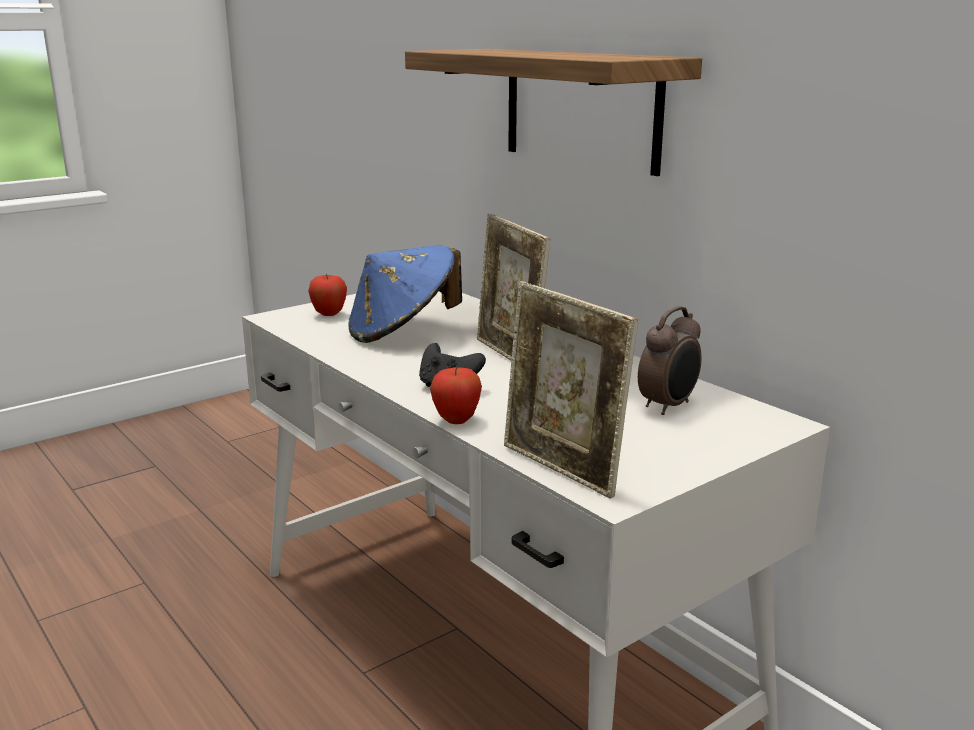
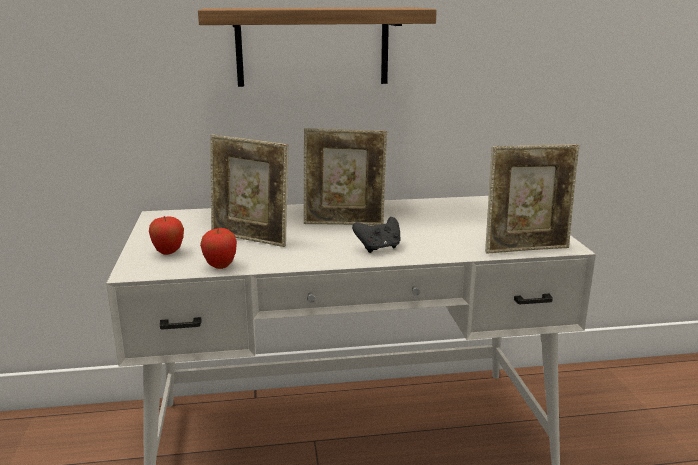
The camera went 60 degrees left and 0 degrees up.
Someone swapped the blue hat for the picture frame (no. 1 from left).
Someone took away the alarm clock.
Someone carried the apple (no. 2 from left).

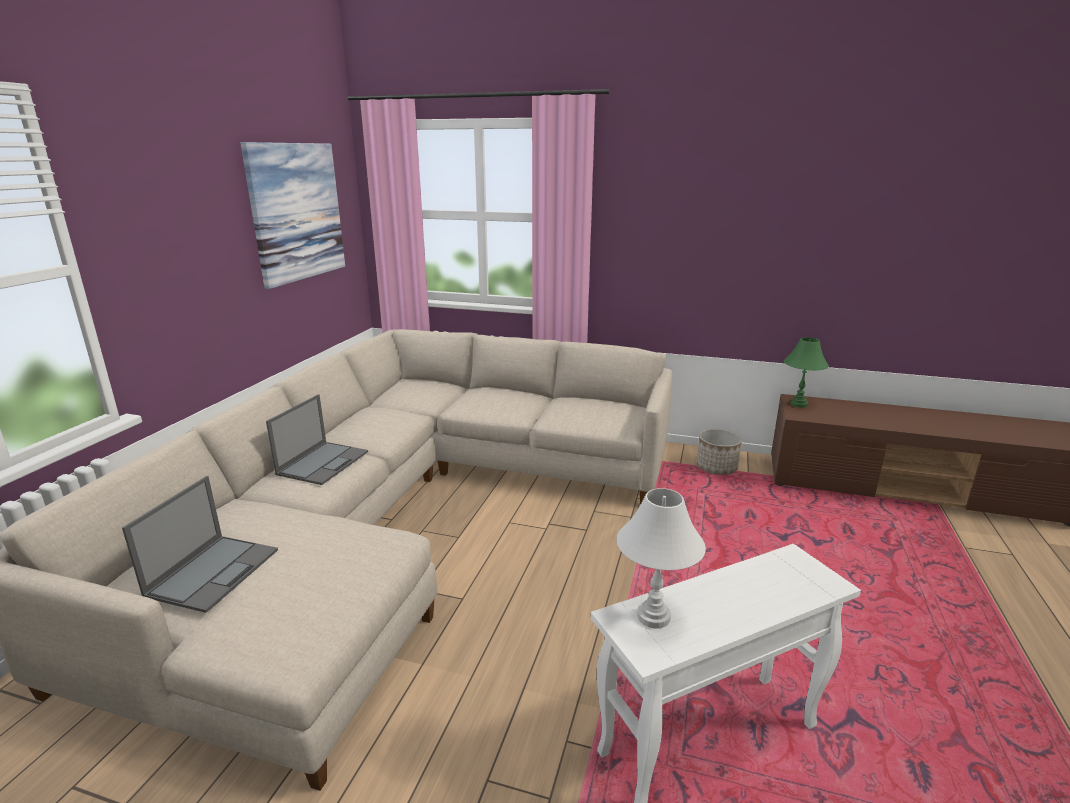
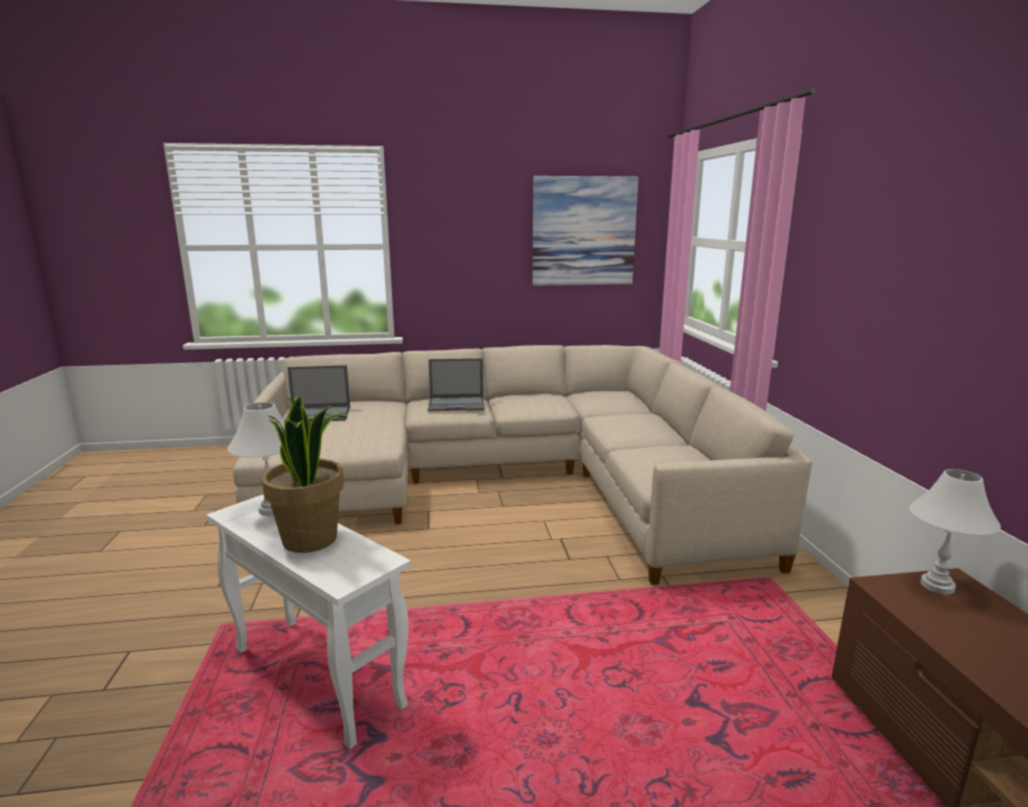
The camera went 65 degrees right and 5 degrees down.
Someone repainted the green table lamp, which became the white table lamp (no. 2 from left).
Someone took away the planter.
Someone put down the potted plant.

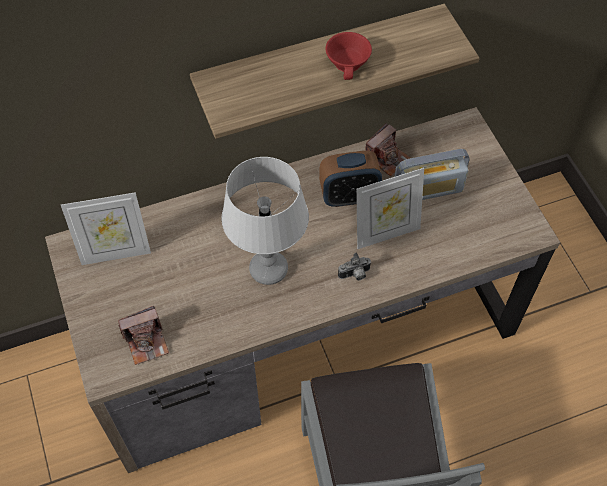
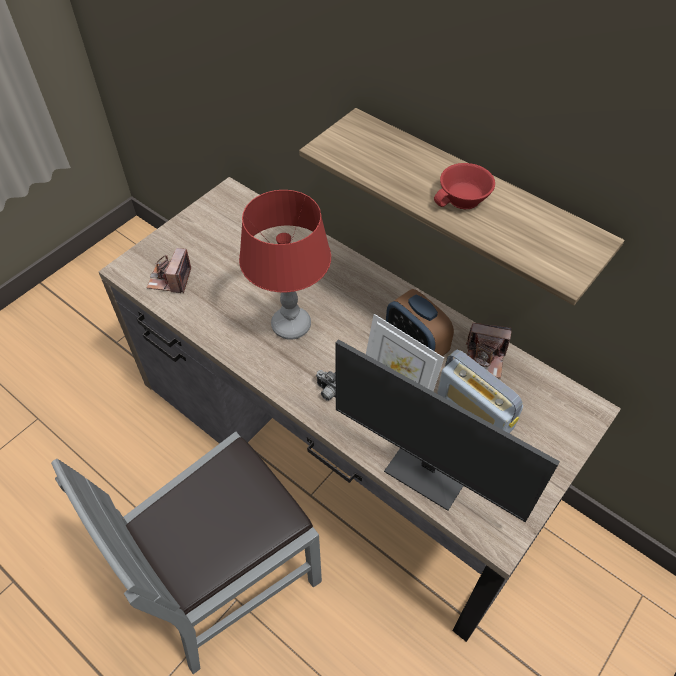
The camera went 60 degrees right and 5 degrees down.
Someone repainted the grey table lamp, which became the red table lamp.
Someone took away the picture frame (no. 1 from left).
Someone rotated the photo camera (no. 1 from left) by 60 degrees clockwise.
Someone put down the monitor.

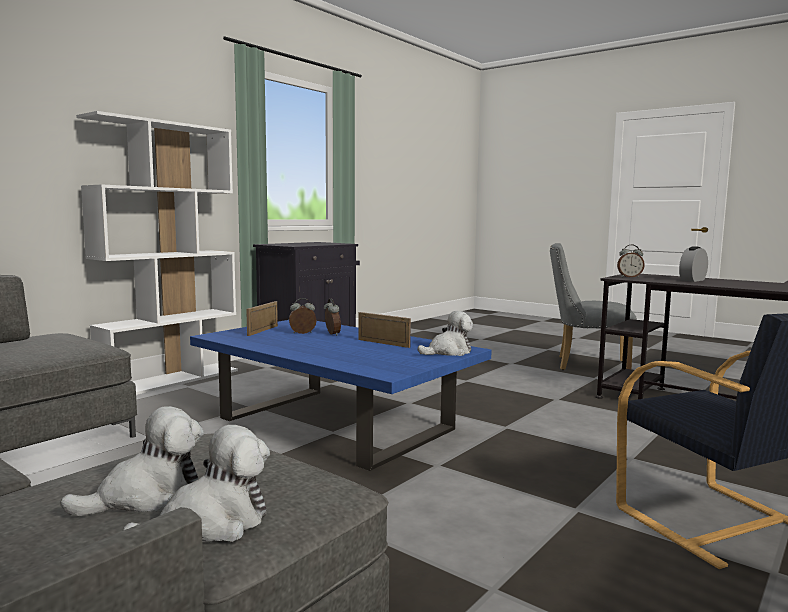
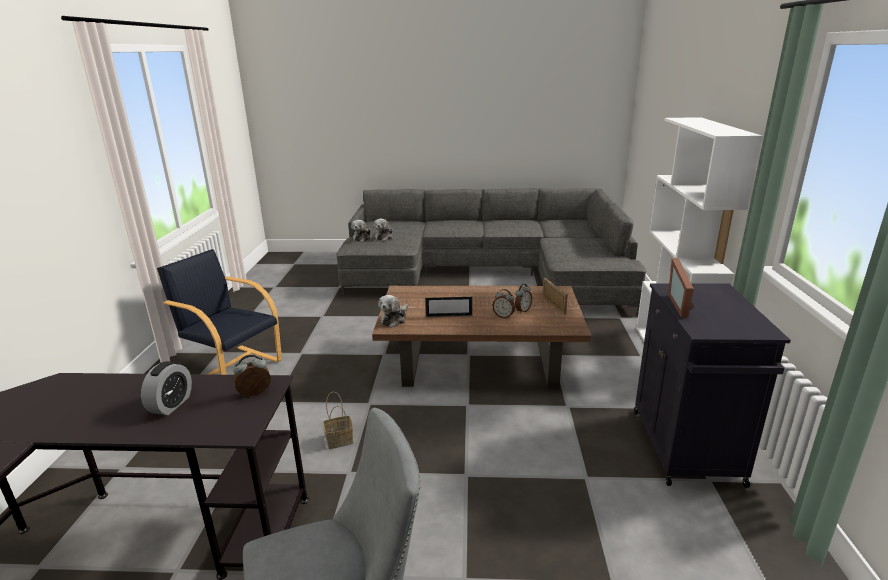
The camera went 145 degrees right and 15 degrees up.
Someone repainted the blue coffee table, which became the brown coffee table.
Someone put down the picture frame (no. 3 from left).
Someone put down the basket.

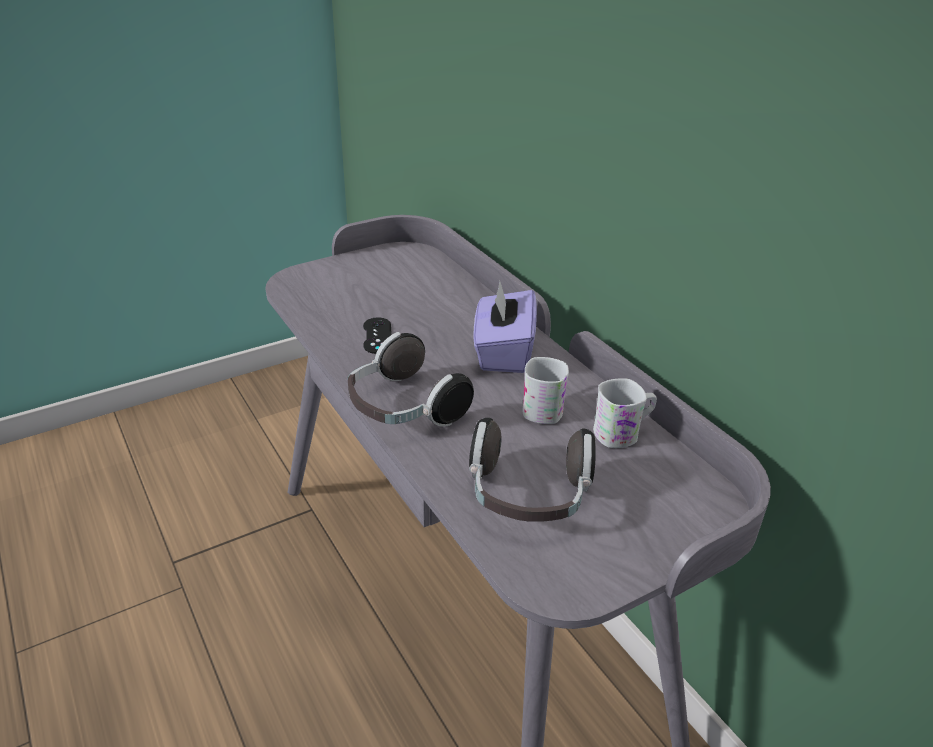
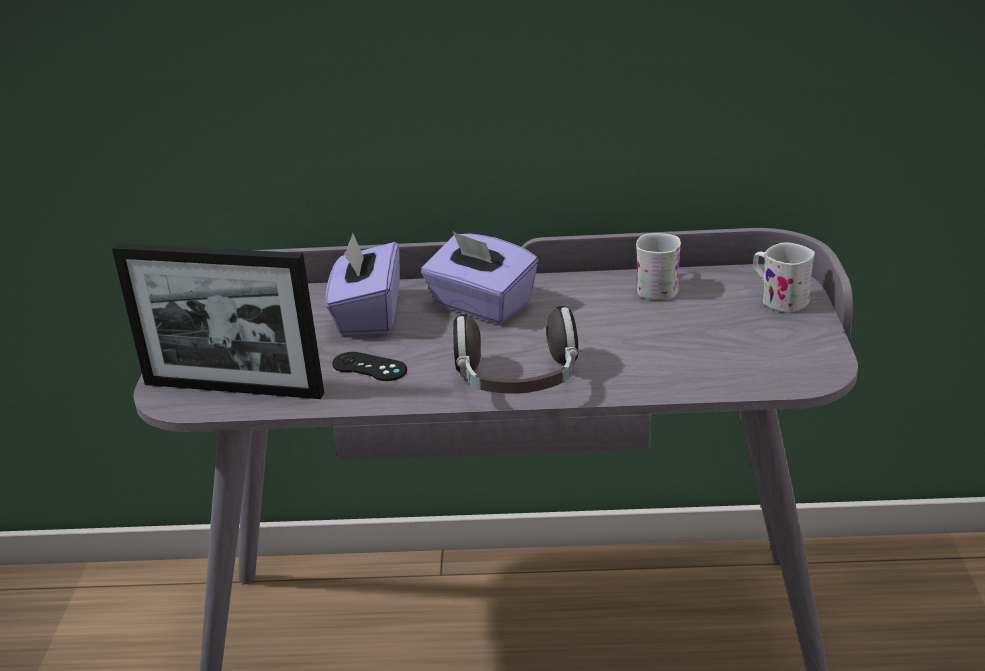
The camera went 55 degrees left and 5 degrees down.
Someone carried the white mug (no. 1 from left in the first image).
Someone took away the headphones (no. 2 from left).
Someone put down the purple tissue box (no. 1 from left).
Someone put down the picture frame.

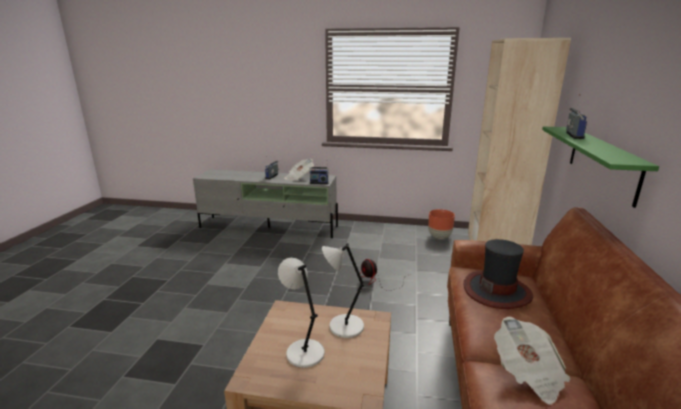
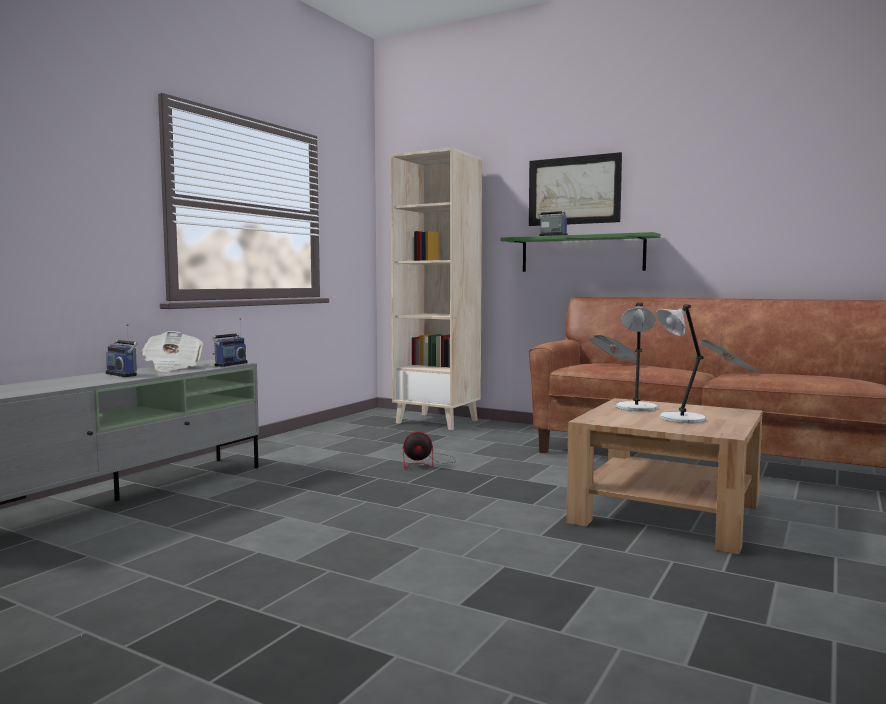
The camera went 70 degrees left and 15 degrees down.
Someone took away the brown planter.
Someone swapped the hat for the newspaper (no. 2 from left).
Someone put up the picture.

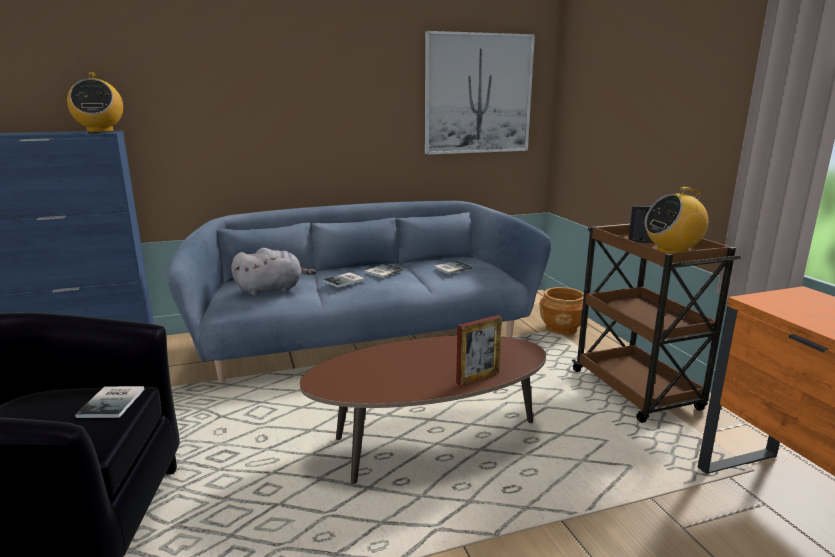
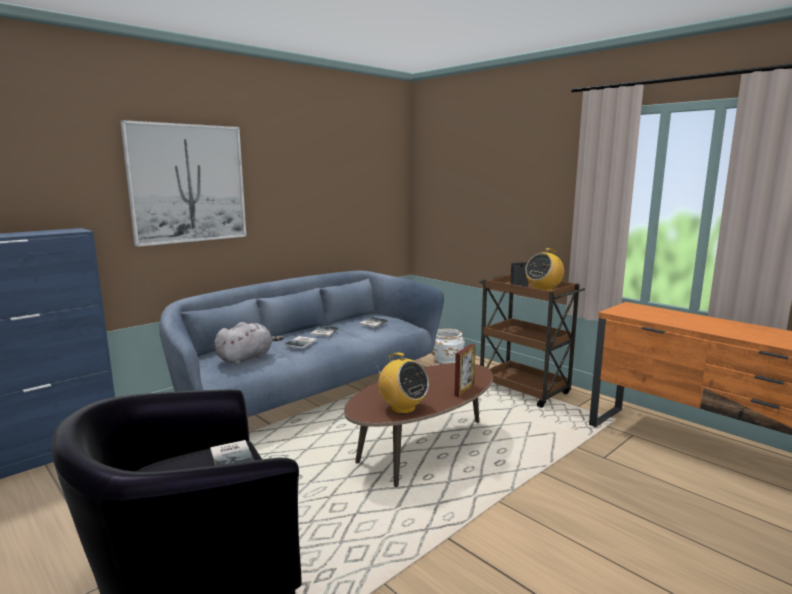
The camera went 25 degrees left and 5 degrees down.
Someone carried the picture.
Someone carried the radio (no. 1 from left).
Someone repainted the brown planter, which became the white planter.

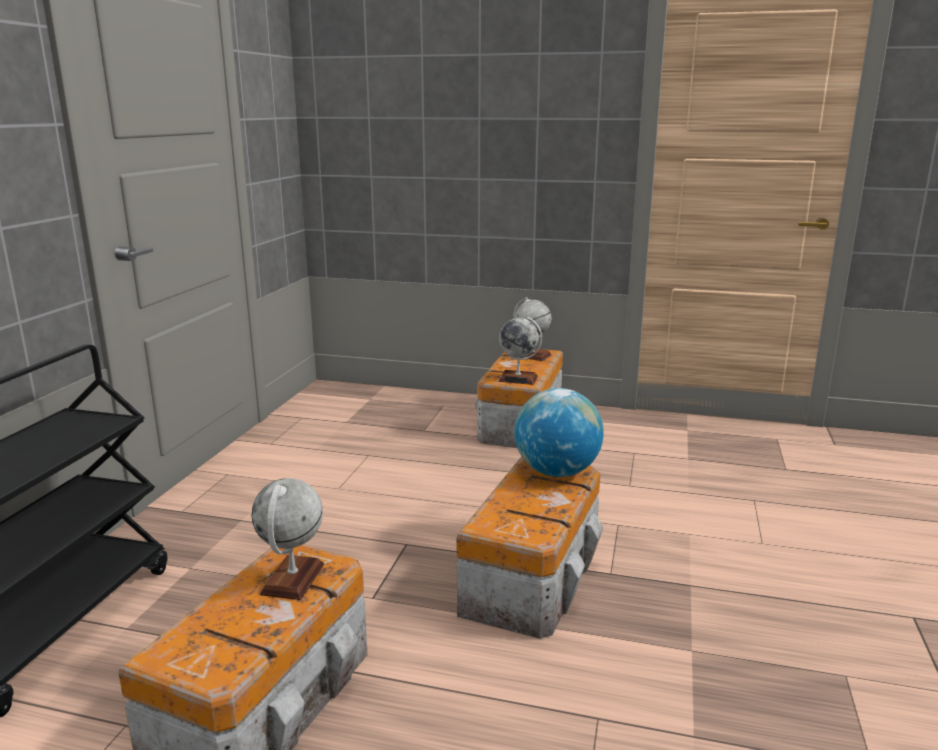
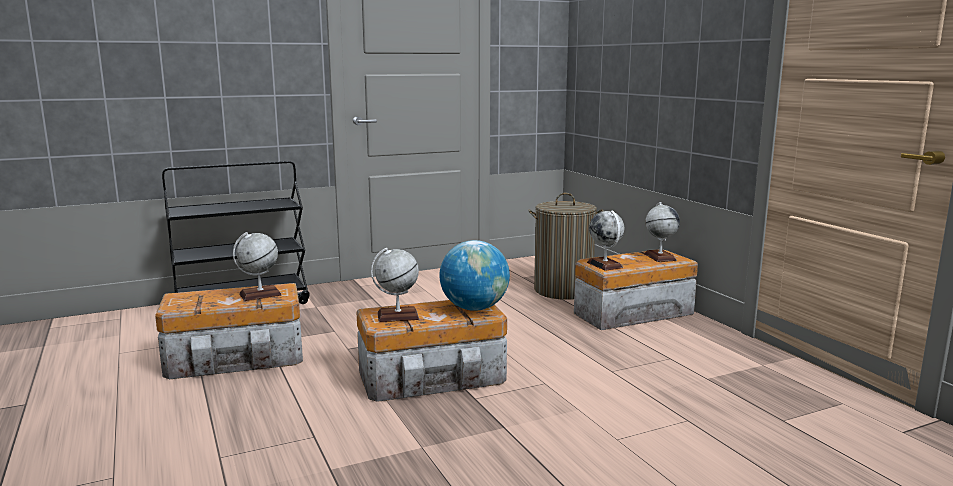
The camera went 50 degrees right and 5 degrees down.
Someone put down the laundry basket.
Someone put down the globe (no. 2 from left).

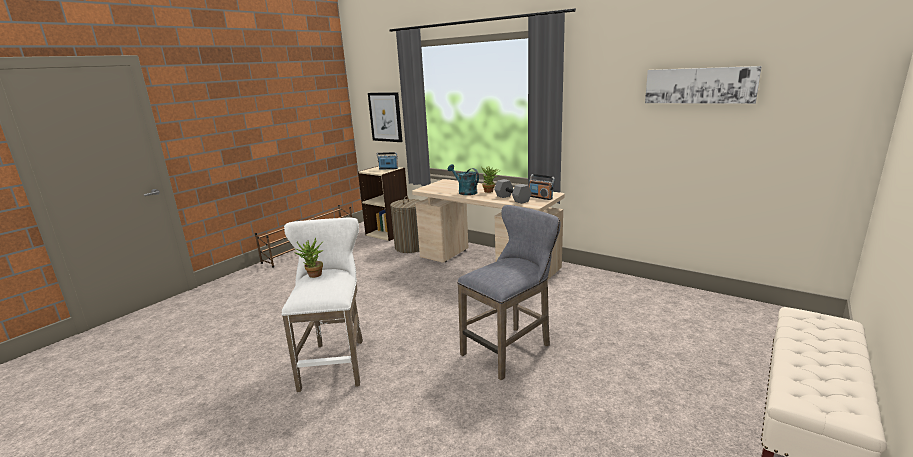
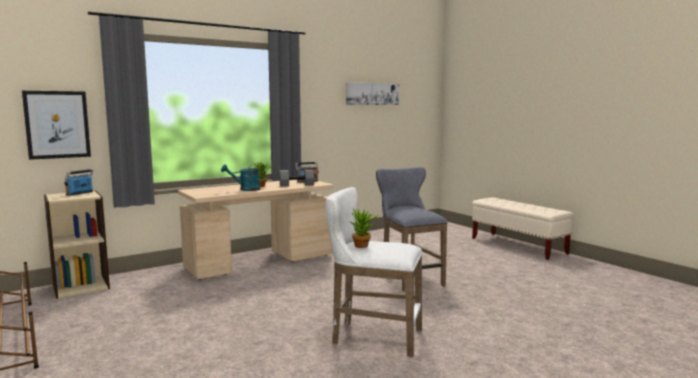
The camera went 70 degrees left and 10 degrees down.
Someone took away the laundry basket.

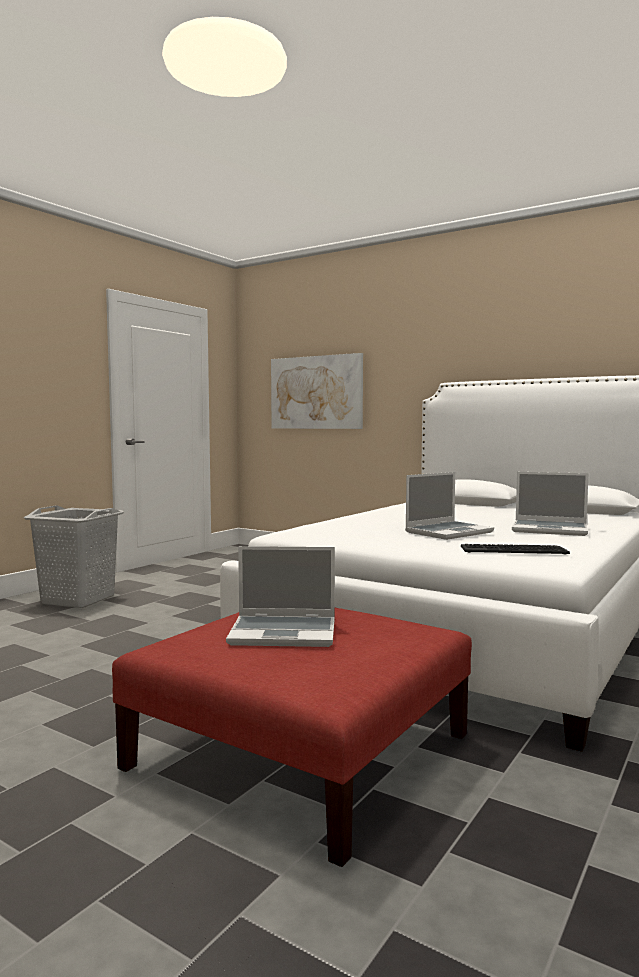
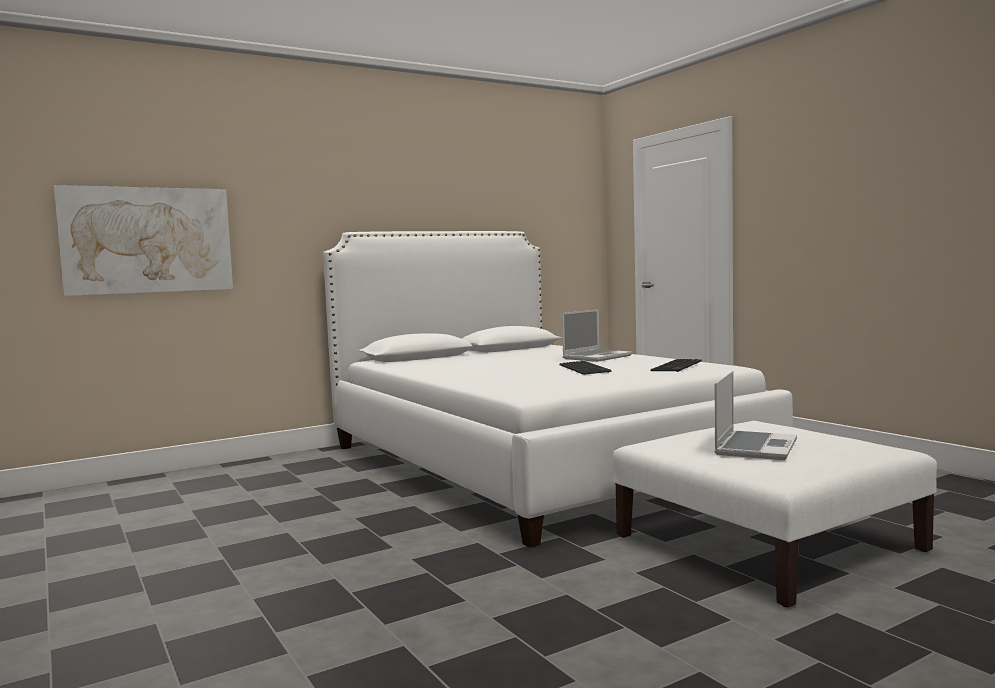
The camera went 65 degrees left and 0 degrees up.
Someone swapped the laptop (no. 2 from left) for the keyboard (no. 1 from left).
Someone took away the grey laundry basket.
Someone repainted the red ottoman, which became the white ottoman.

